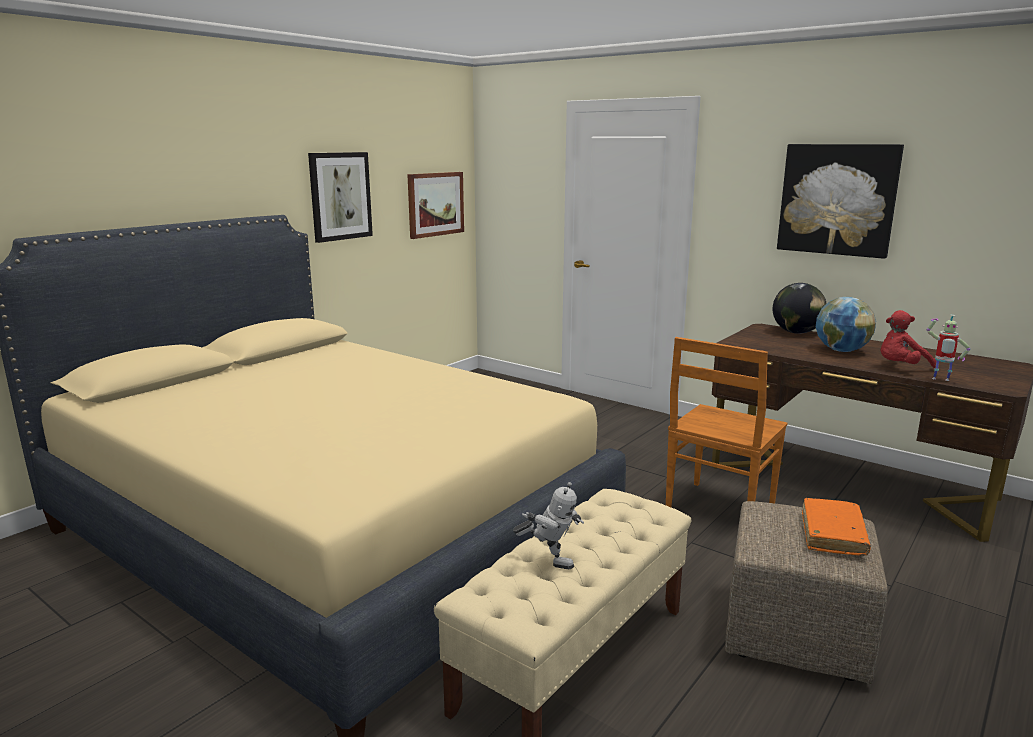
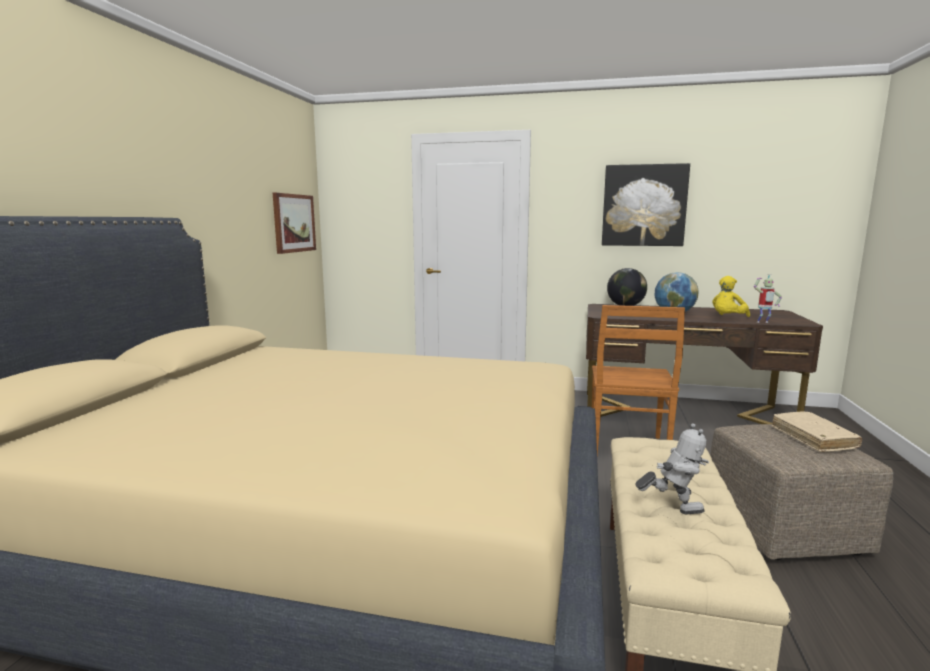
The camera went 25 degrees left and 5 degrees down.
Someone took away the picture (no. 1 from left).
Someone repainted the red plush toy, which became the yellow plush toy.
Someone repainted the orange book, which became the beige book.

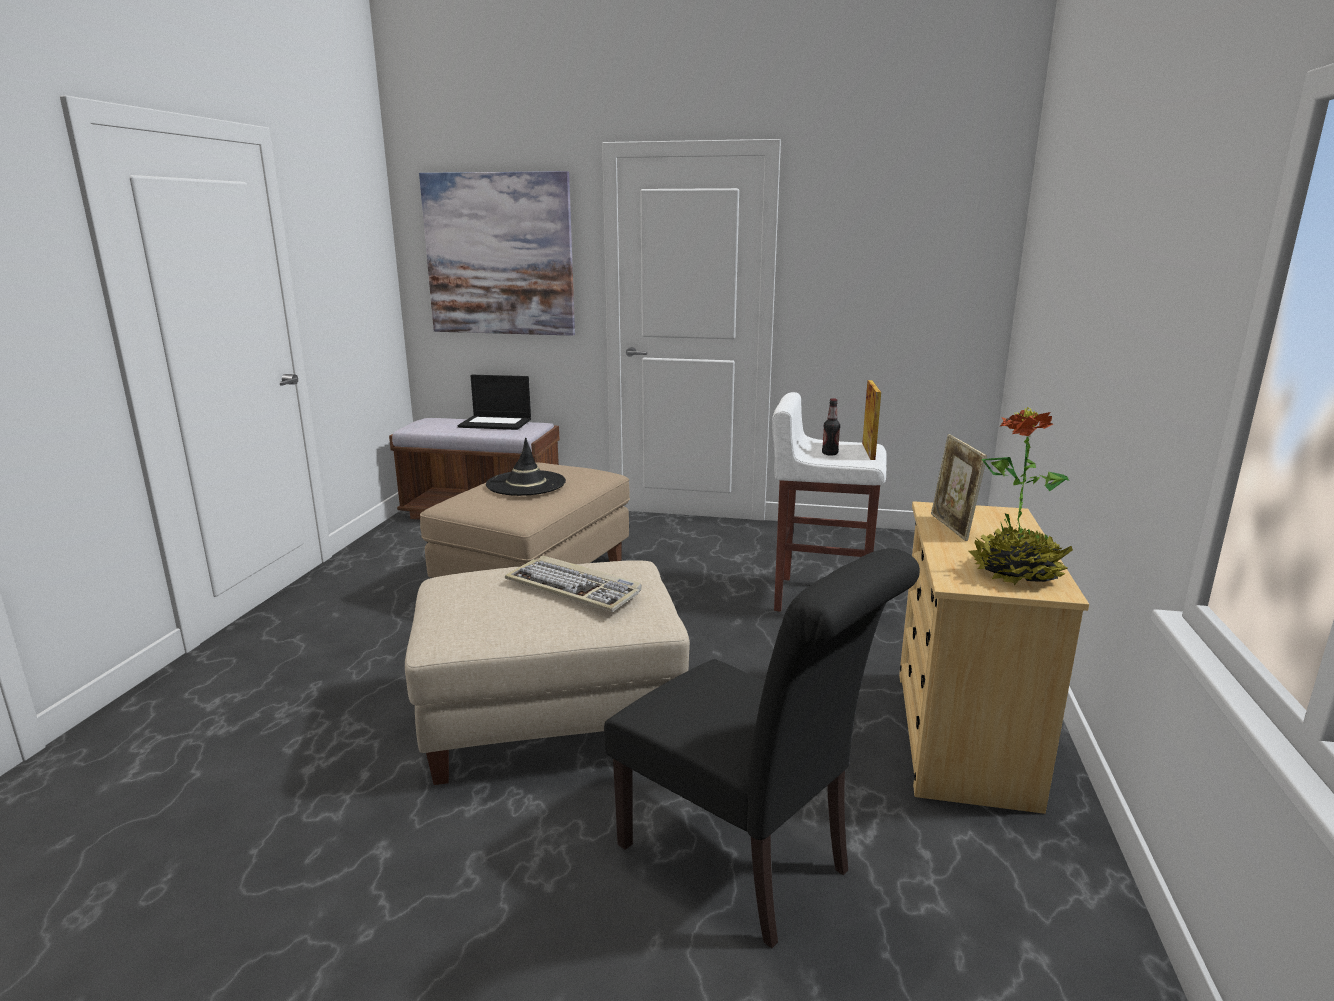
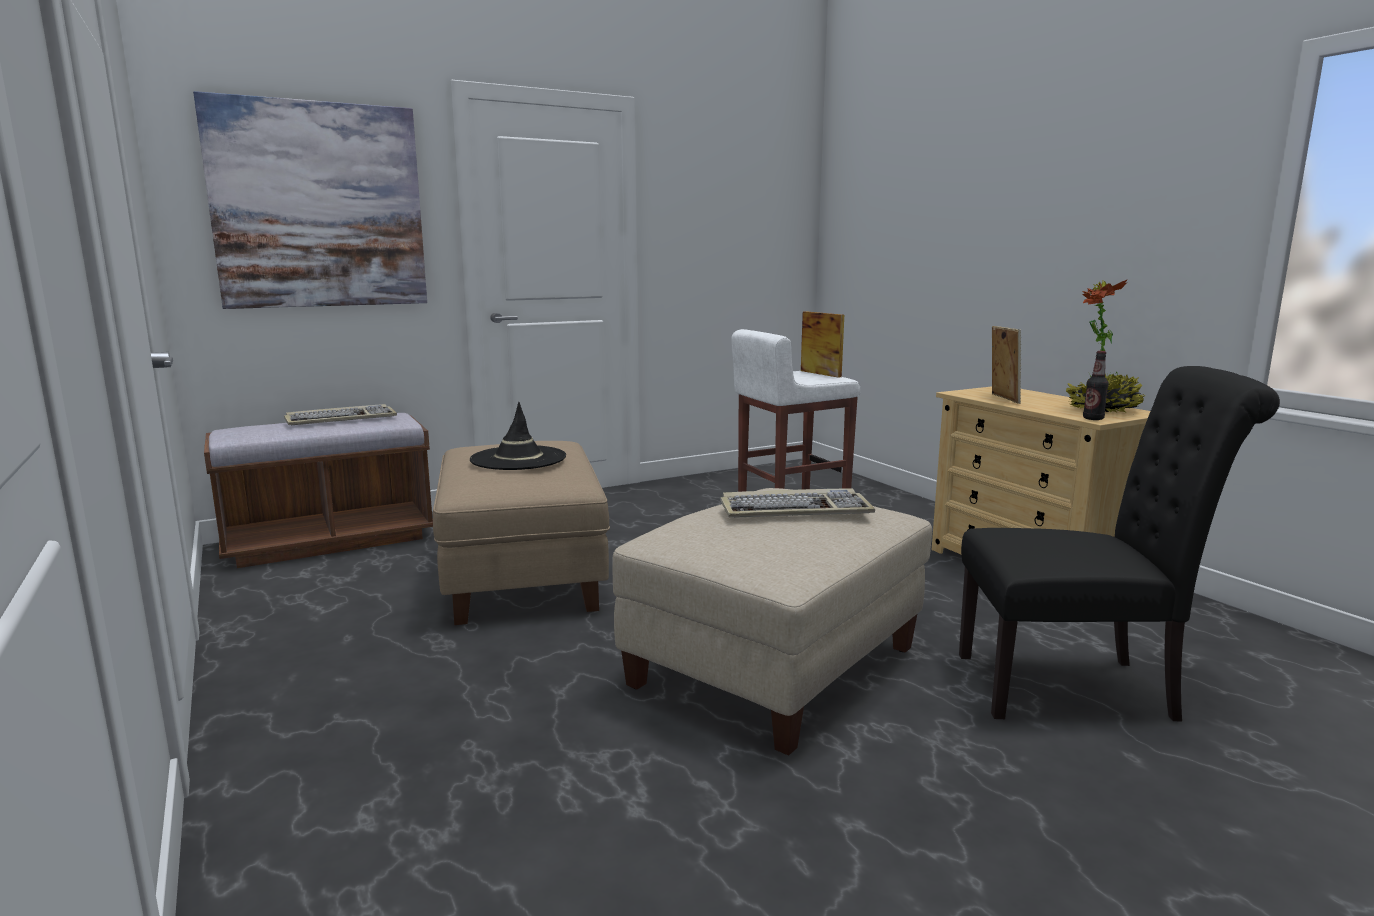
The camera went 40 degrees left and 5 degrees down.
Someone swapped the laptop for the keyboard (no. 1 from left).
Someone carried the bottle.
Someone rotated the picture frame (no. 2 from left) by 135 degrees counterclockwise.

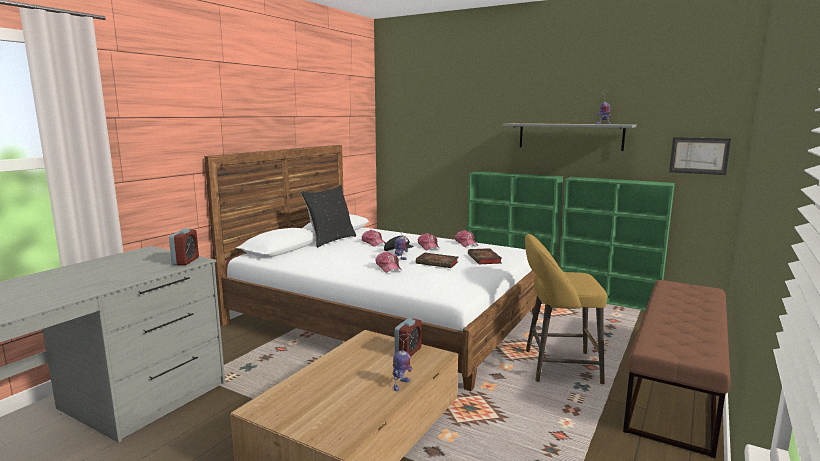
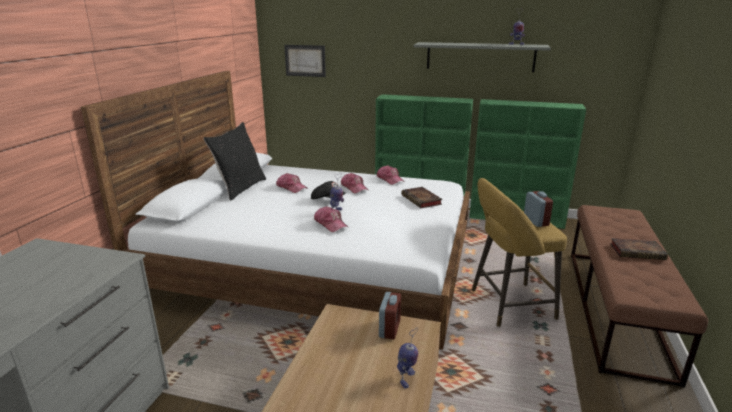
The camera went 15 degrees left and 10 degrees up.
Someone carried the picture.
Someone carried the alarm clock (no. 1 from left in the first image).
Someone carried the book (no. 1 from left in the first image).

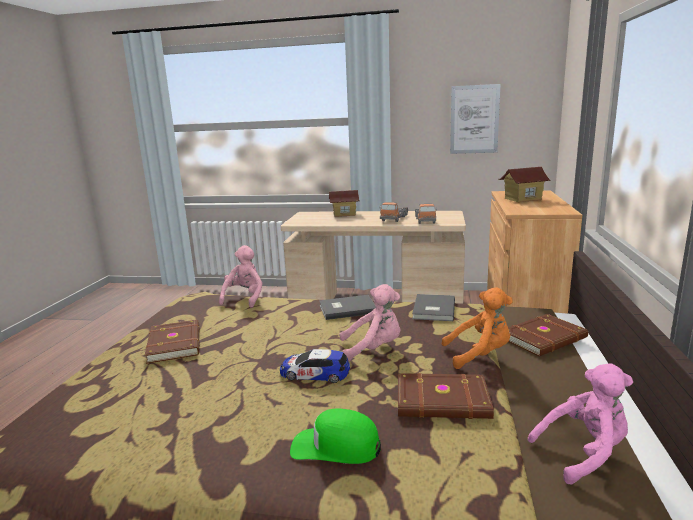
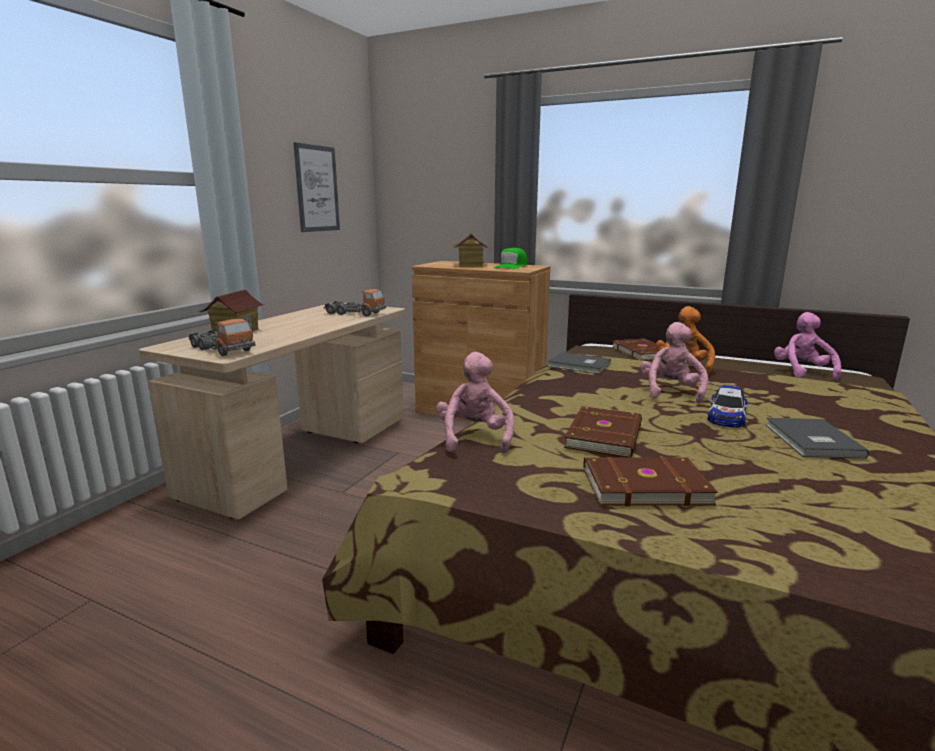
The camera went 75 degrees left and 0 degrees up.
Someone carried the toy truck (no. 1 from left).
Someone rotated the pink plush toy (no. 1 from left) by 60 degrees clockwise.
Someone carried the grey book (no. 1 from left in the first image).
Someone carried the brown book (no. 2 from left in the first image).
Someone carried the green cap.

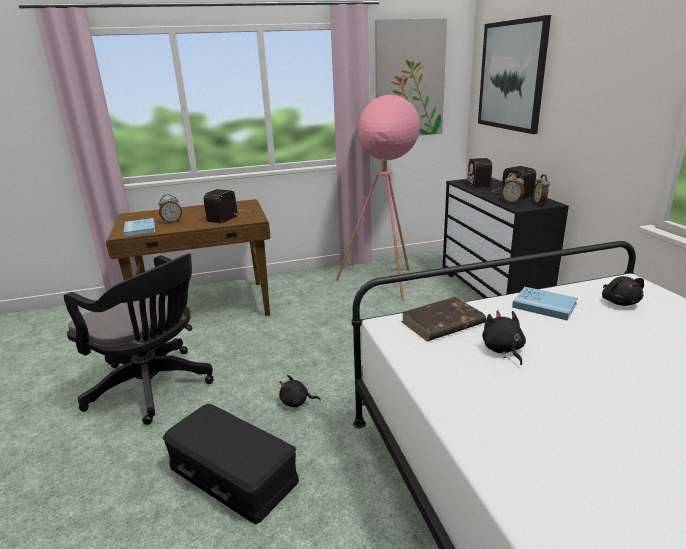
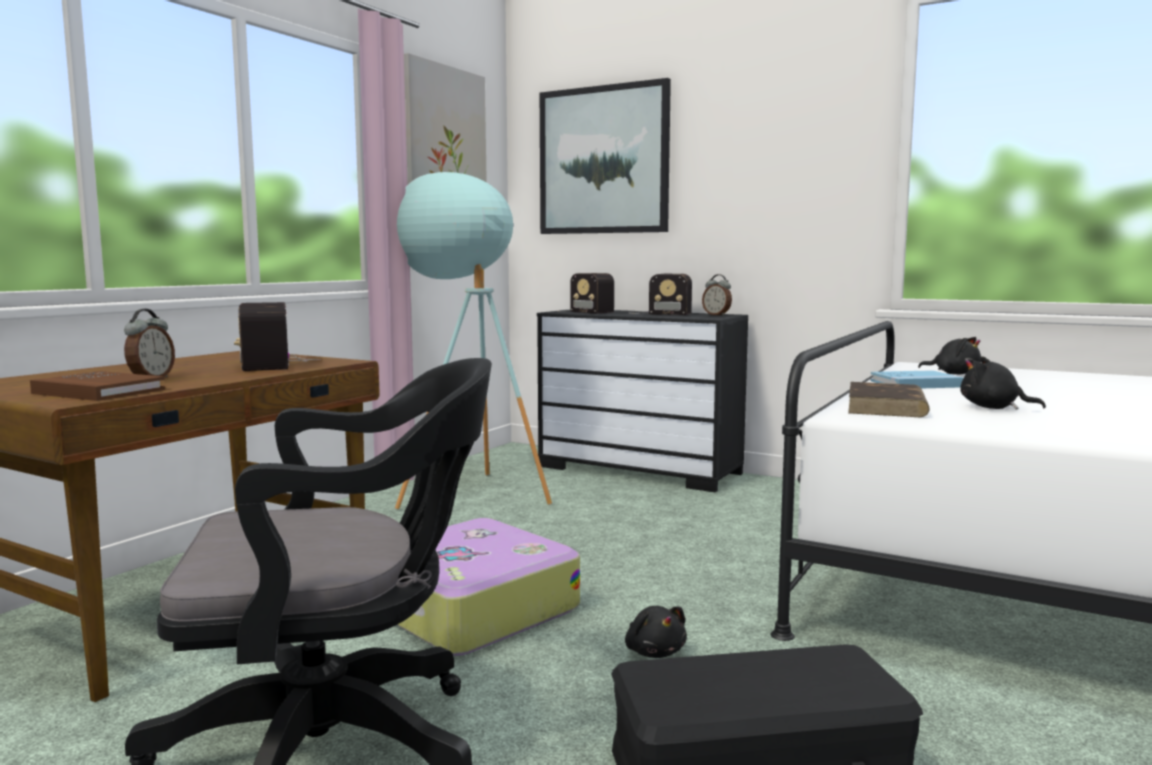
The camera went 45 degrees left and 15 degrees down.
Someone repainted the pink floor lamp, which became the turquoise floor lamp.
Someone took away the alarm clock (no. 2 from left).
Someone repainted the blue book (no. 1 from left), which became the brown book (no. 1 from left).
Someone rotated the black plush toy (no. 1 from left) by 75 degrees counterclockwise.
Someone put down the suitcase.

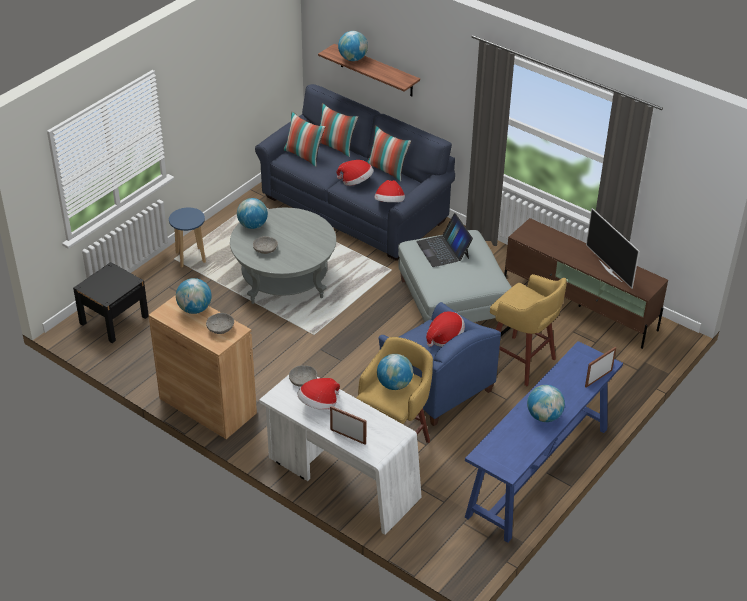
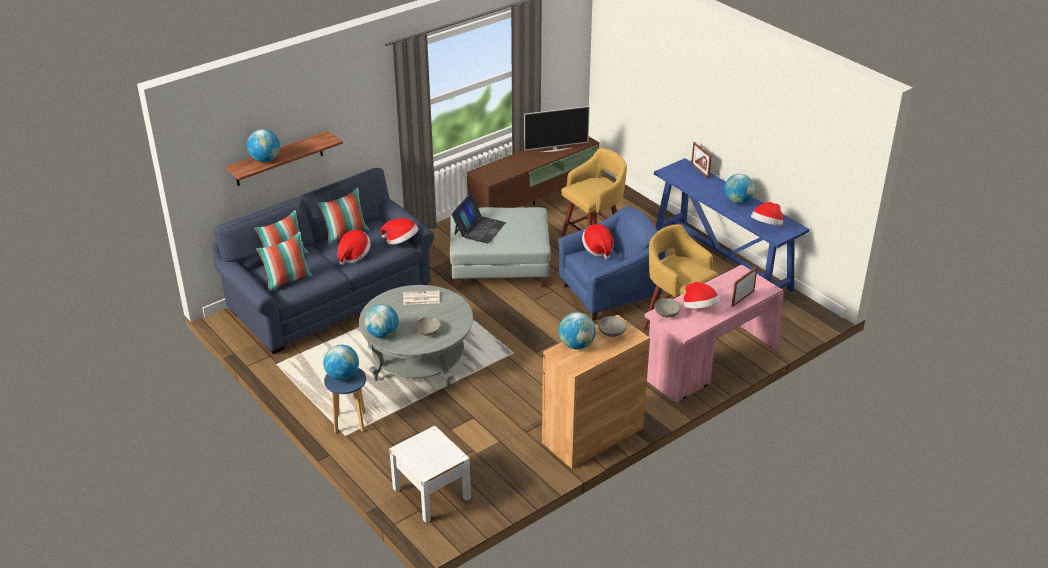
The camera went 75 degrees left and 5 degrees down.
Someone rotated the laptop by 60 degrees counterclockwise.
Someone repainted the black nightstand, which became the white nightstand.
Someone carried the globe (no. 4 from left in the first image).
Someone repainted the white desk, which became the pink desk.
Someone put down the hat (no. 5 from left).
Someone put down the newspaper.

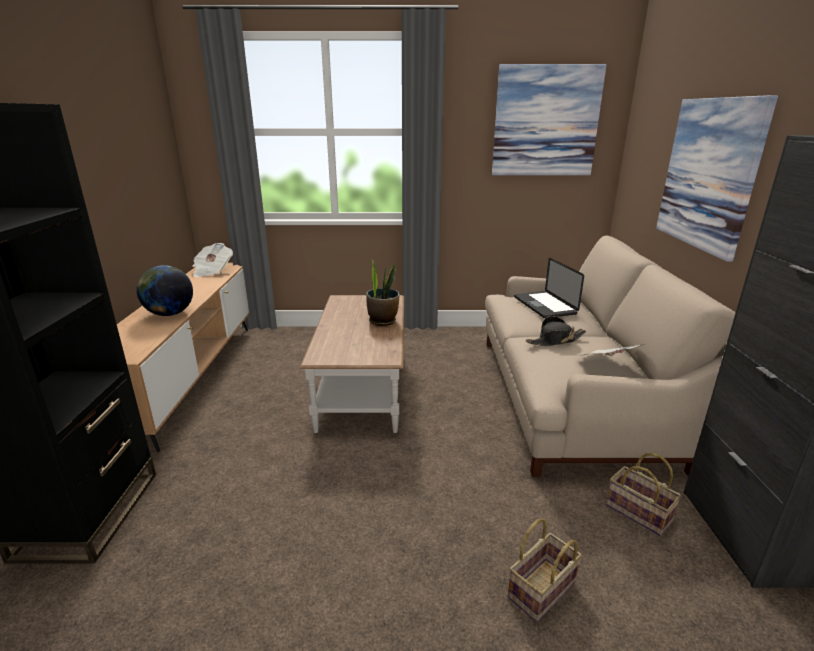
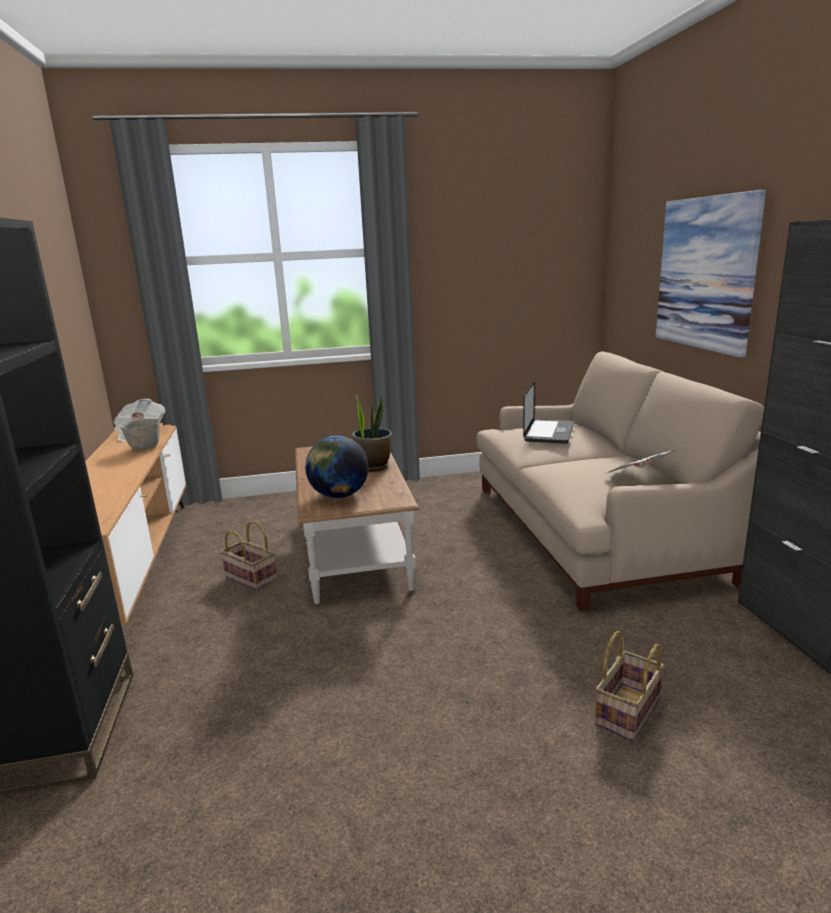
The camera went 10 degrees left and 5 degrees down.
Someone took away the picture (no. 1 from left).
Someone rotated the laptop by 135 degrees counterclockwise.
Someone carried the globe.
Someone took away the black hat.
Someone carried the basket (no. 2 from left in the first image).
Someone put down the grey bowl.

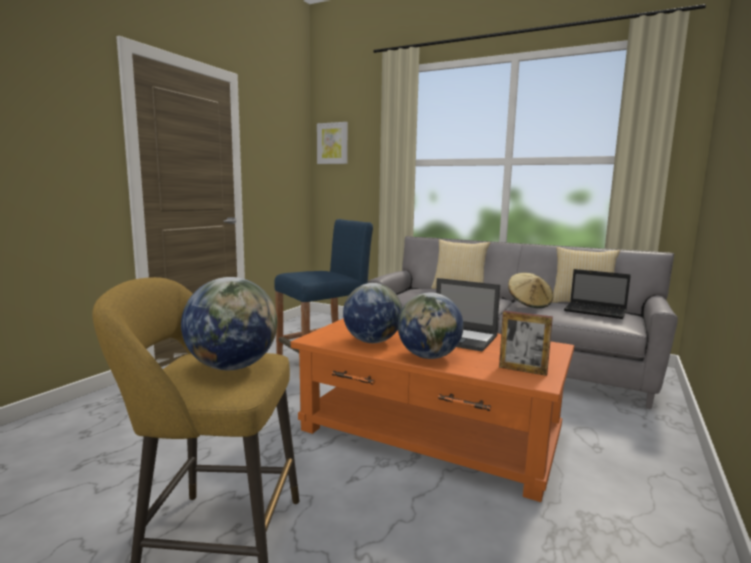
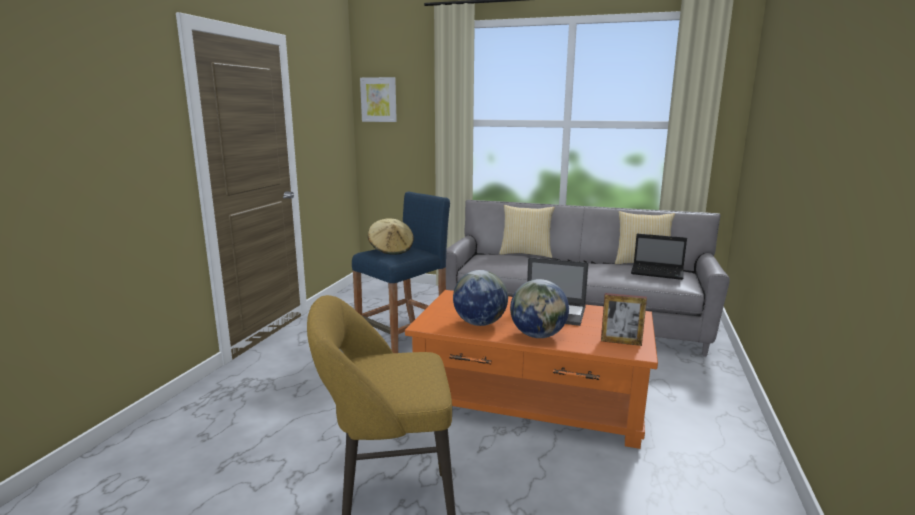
The camera went 10 degrees left and 5 degrees up.
Someone carried the beige hat.
Someone took away the globe (no. 1 from left).

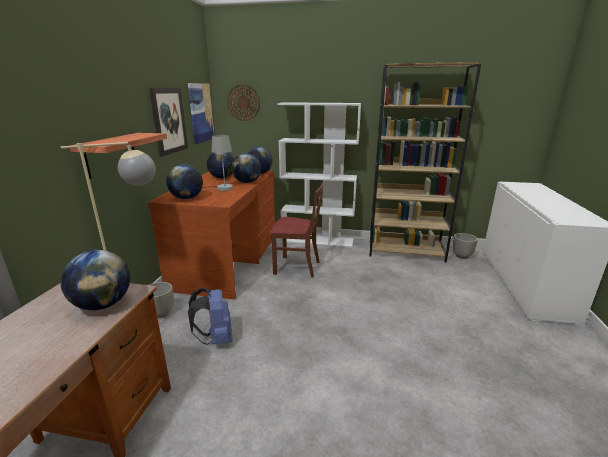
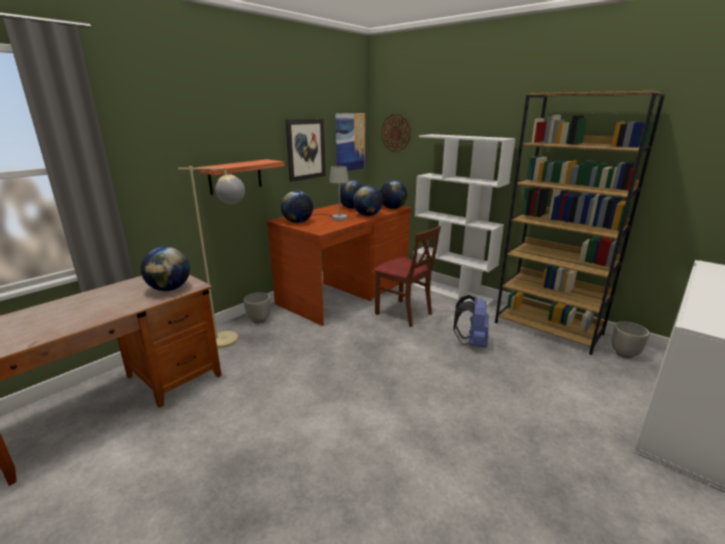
The camera went 30 degrees right and 0 degrees up.
Someone carried the blue backpack.

